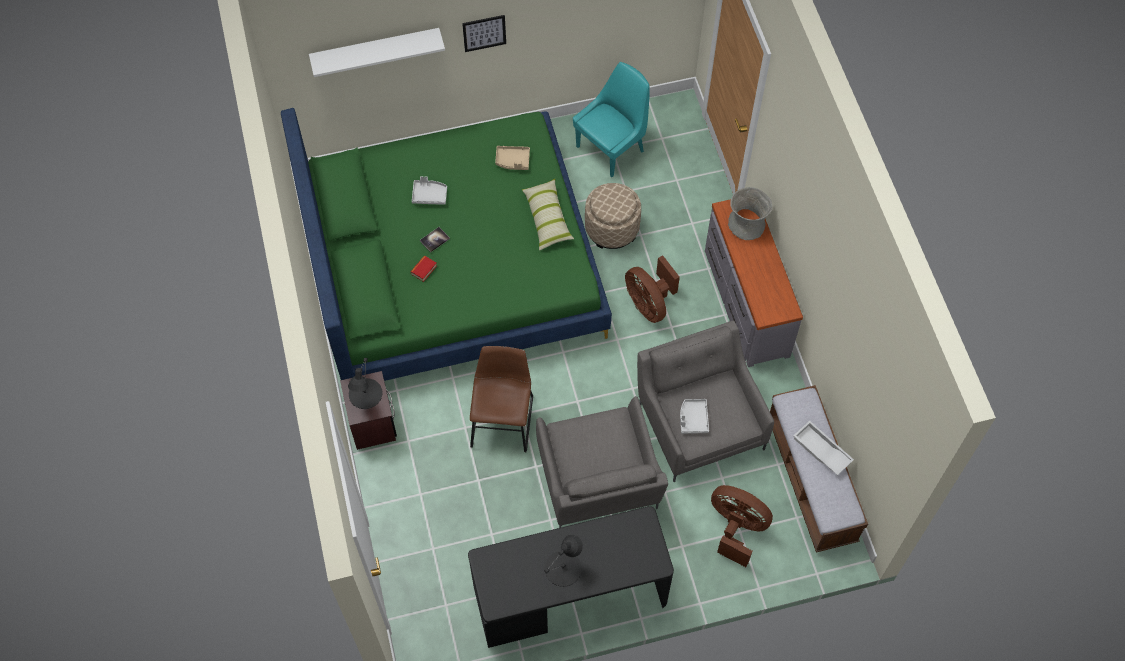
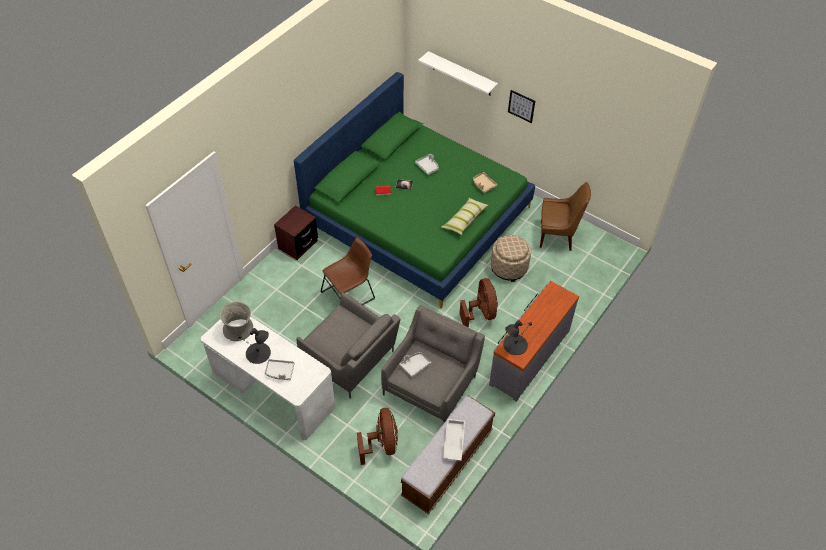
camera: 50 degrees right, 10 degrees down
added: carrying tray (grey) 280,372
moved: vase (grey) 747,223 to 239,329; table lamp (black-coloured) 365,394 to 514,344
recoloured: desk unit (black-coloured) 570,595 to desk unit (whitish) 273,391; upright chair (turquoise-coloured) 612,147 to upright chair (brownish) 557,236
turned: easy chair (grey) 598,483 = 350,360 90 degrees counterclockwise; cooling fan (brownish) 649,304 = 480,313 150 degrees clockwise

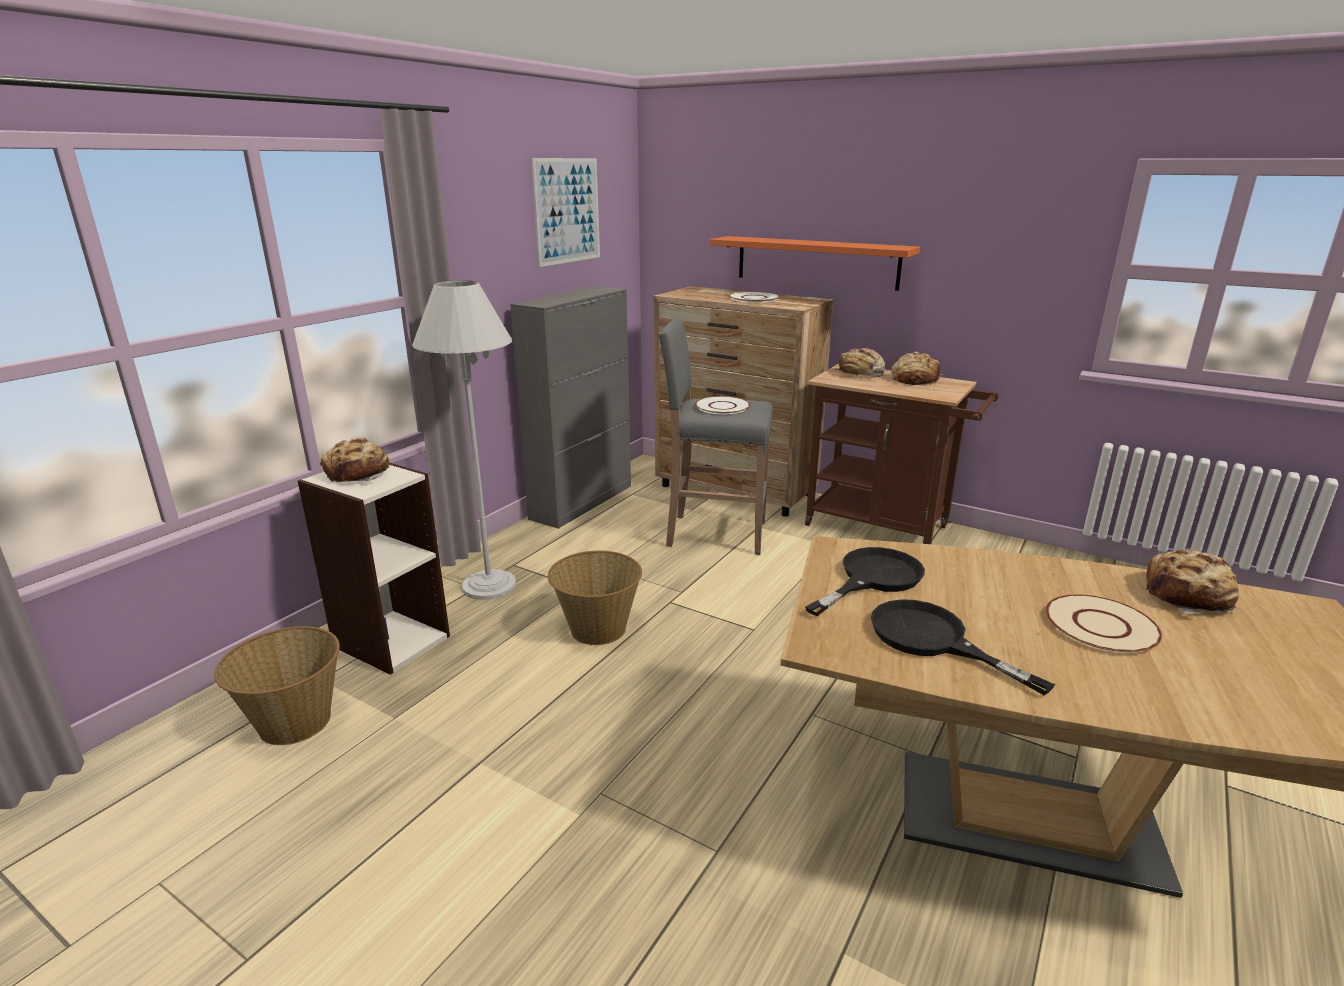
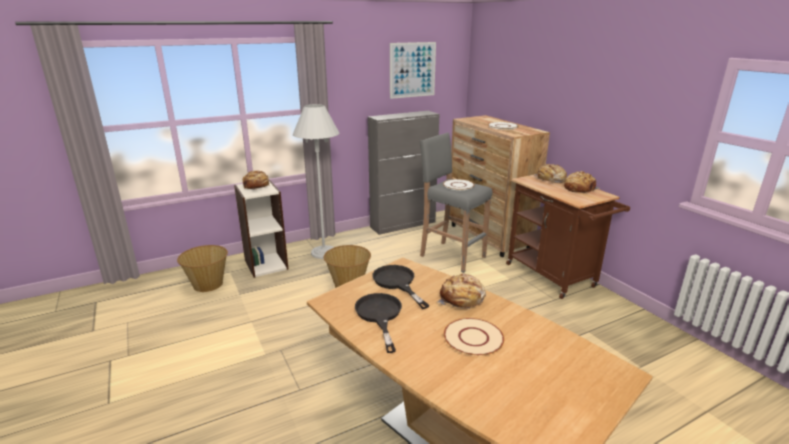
camera: 30 degrees right, 0 degrees up
removed: shelf (orange-coloured) 816,262
moved: baked bread 1189,596 to 462,299
turned: skillet (black-coloured) 872,578 = 397,283 105 degrees counterclockwise

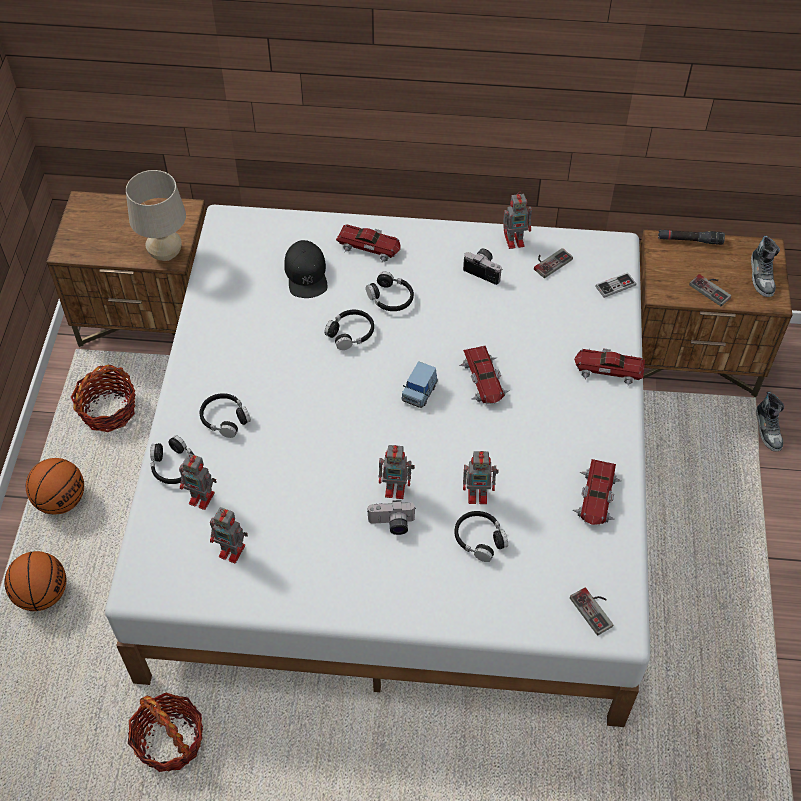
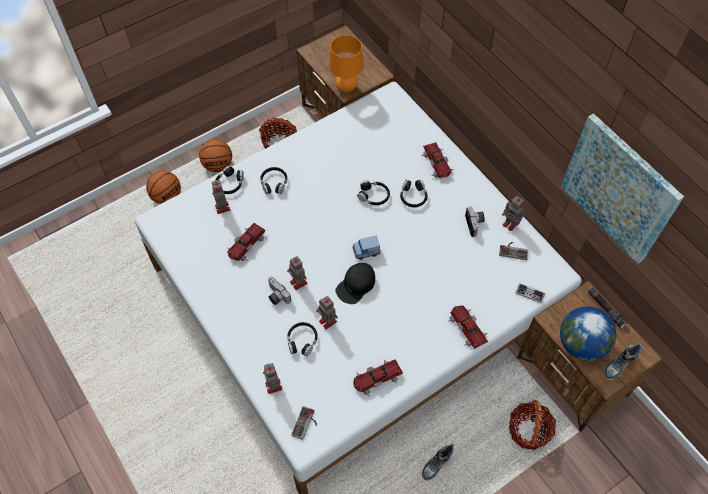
camera: 50 degrees right, 5 degrees up
added: picture 619,189
moved: toy car 484,380 to 246,245; toy robot 233,551 to 274,387; cap (black-coloured) 306,274 to 356,285; shoe 768,429 to 437,464; basket 170,741 to 528,430
replaced: game controller 712,288 to desk globe 581,344
recoloured: table lamp (beige) 166,254 to table lamp (orange-coloured) 346,88

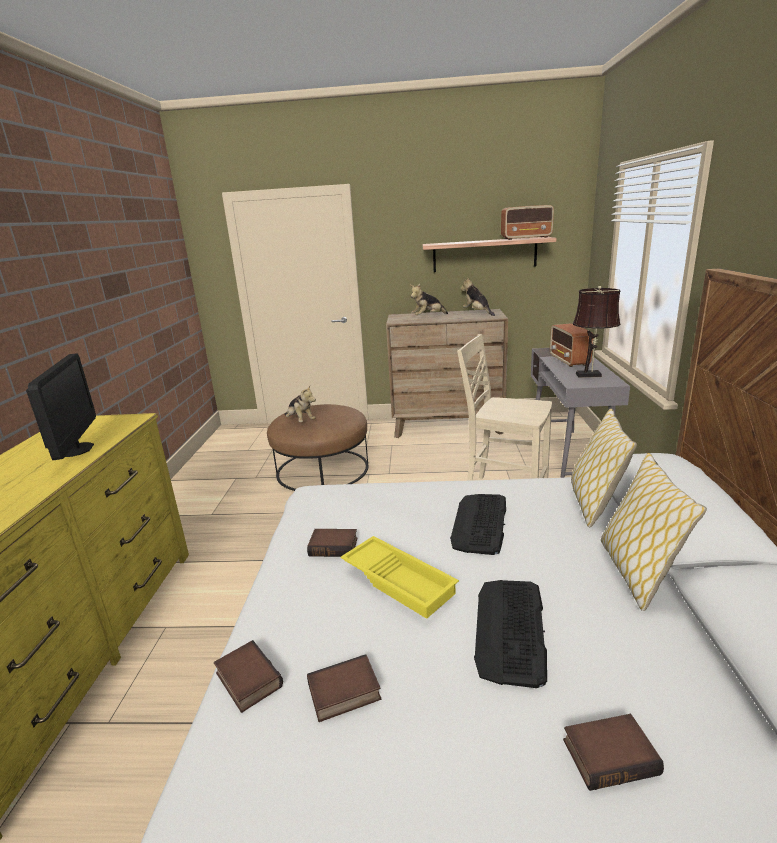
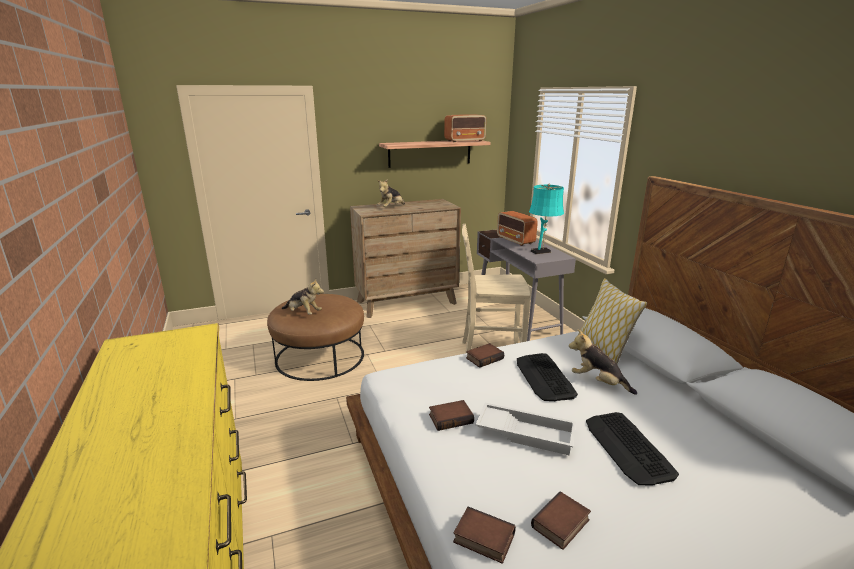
camera: 25 degrees left, 0 degrees up
removed: computer screen 76,449; pillow 637,572
moved: book 610,754 to 484,358; cuddly toy 477,313 to 598,382
recoloured: carrying tray (yellow) 400,580 to carrying tray (whitish) 526,432; table lamp (brownish) 591,375 to table lamp (turquoise-coloured) 542,251

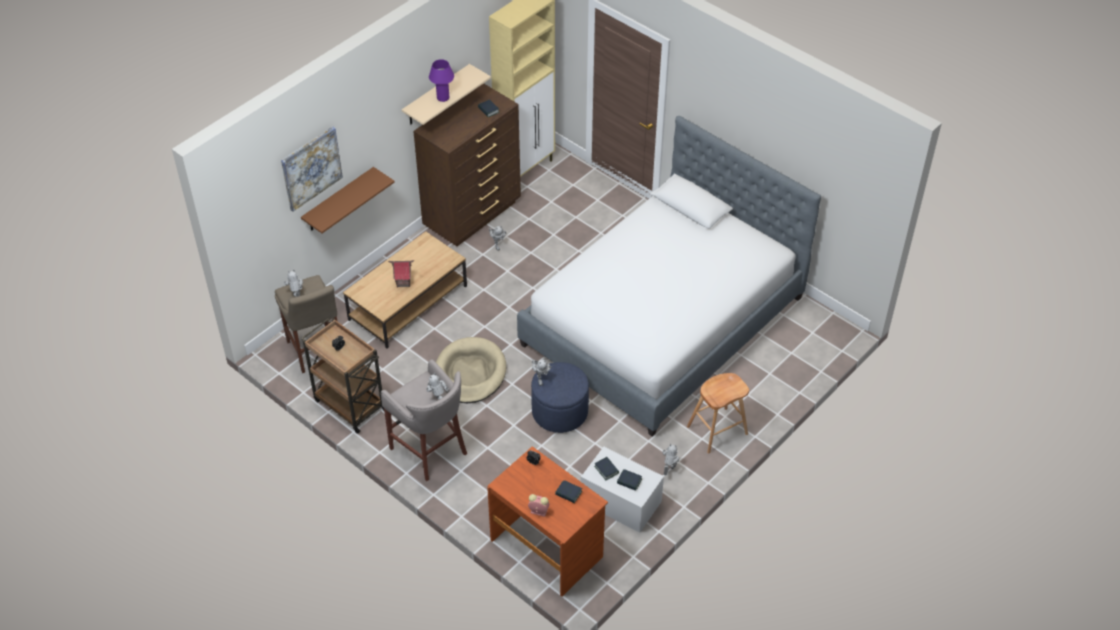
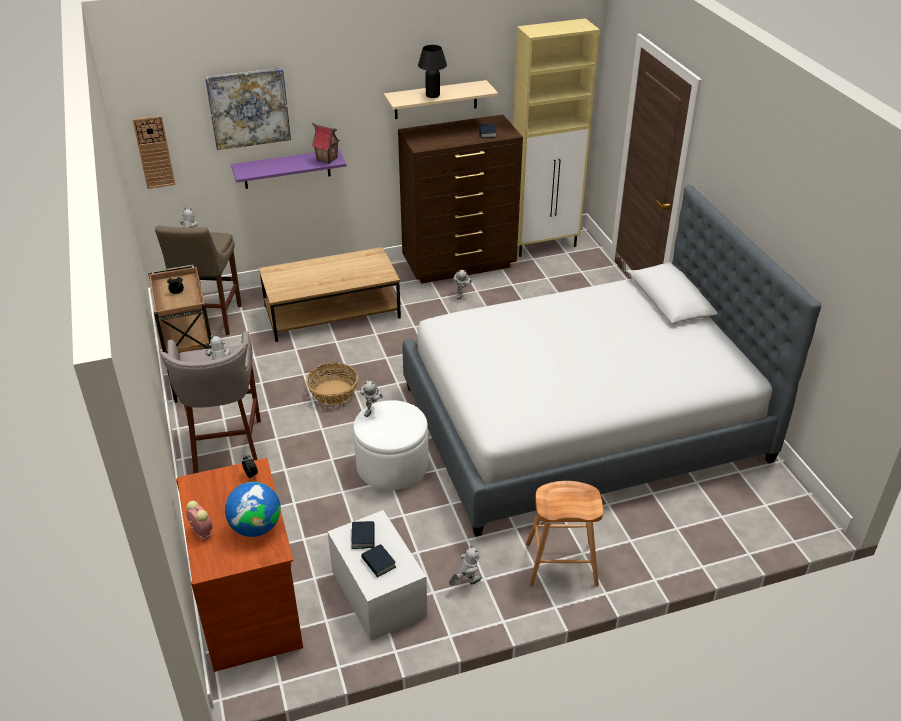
camera: 30 degrees right, 10 degrees down
added: wall clock 154,152
moved: toy house 403,282 to 327,159
replaced: book 568,493 to desk globe 256,527; dog bed (beige) 470,373 to basket 333,393
recoloured: shelf (brownish) 338,200 to shelf (purplish) 287,169; footrest (blue) 560,411 to footrest (whitish) 392,466; table lamp (purplish) 443,98 to table lamp (black-coloured) 432,95

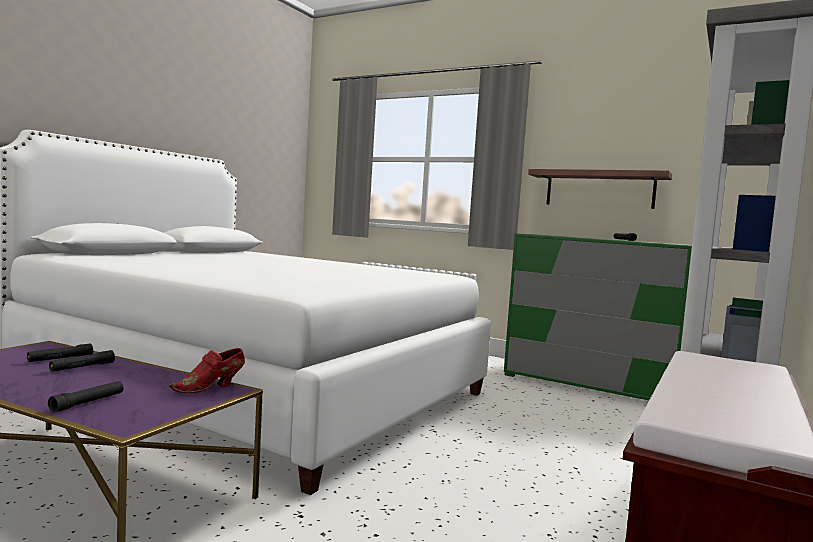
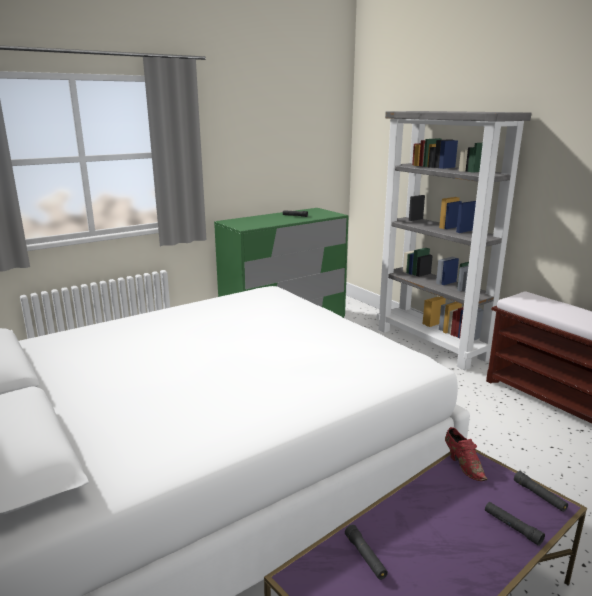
camera: 65 degrees left, 15 degrees up
removed: shelf 599,189
moved: torch (black-coloured) 82,367 to 539,496

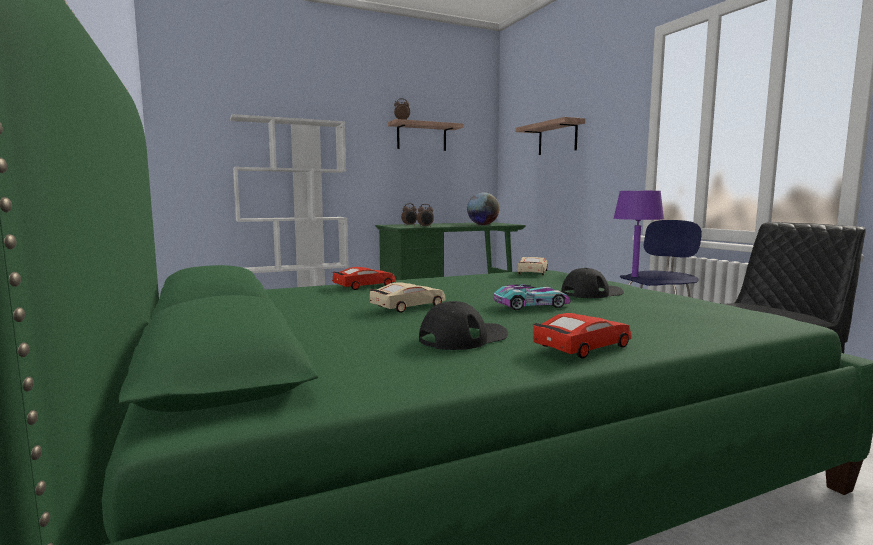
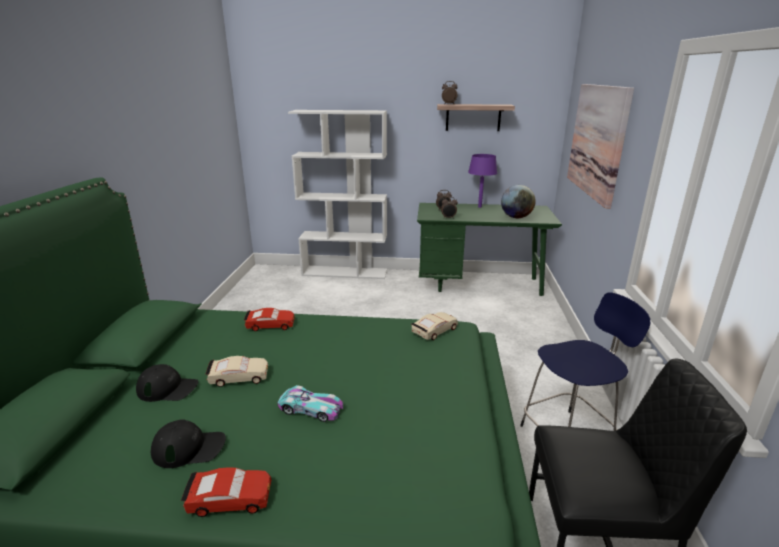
camera: 30 degrees right, 15 degrees up
moved: cap (black-coloured) 591,293 to 168,388; table lamp (purplish) 634,276 to 479,207
replaced: shelf 557,138 to picture 597,140

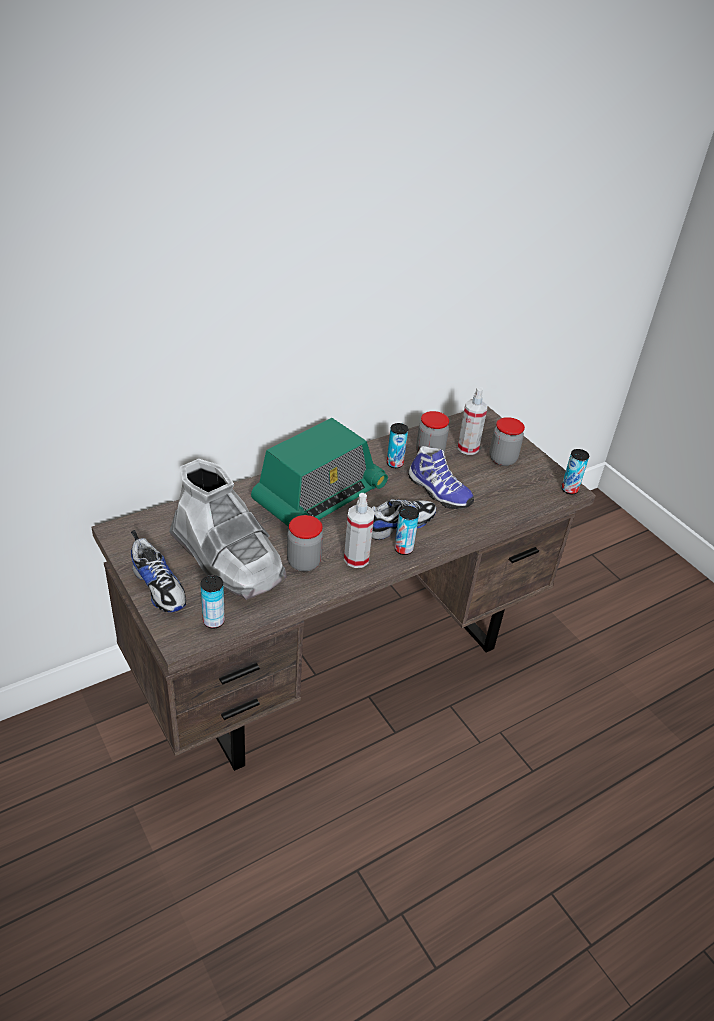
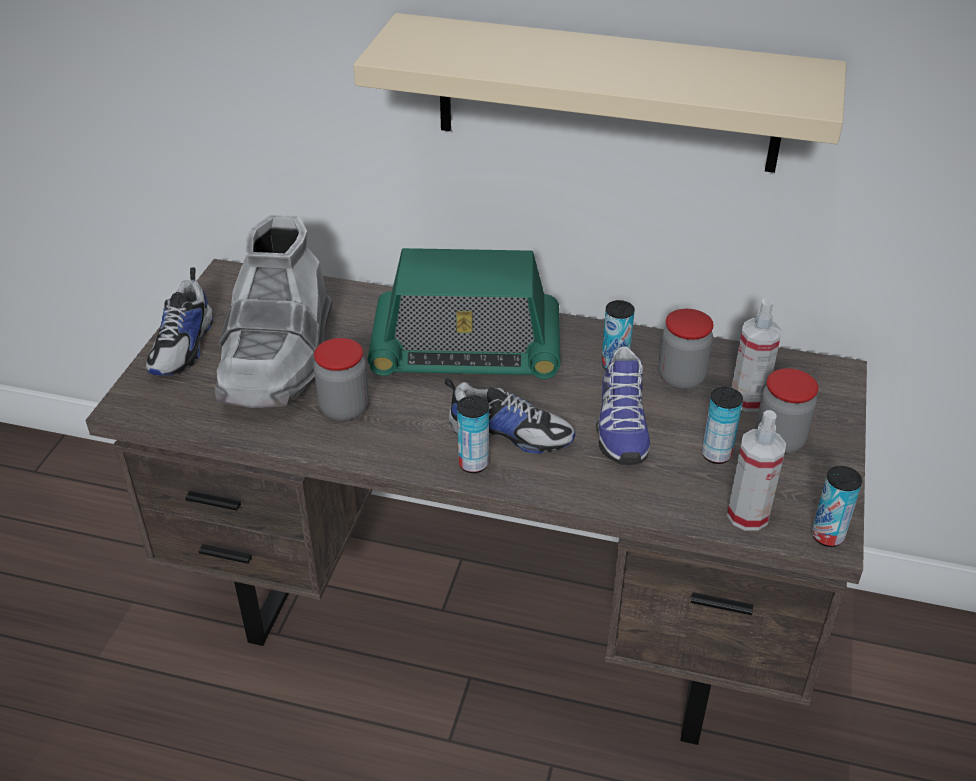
camera: 50 degrees right, 0 degrees up
added: shelf (beige) 607,94
moved: can 213,621 to 716,454; sprayer 356,559 to 748,515

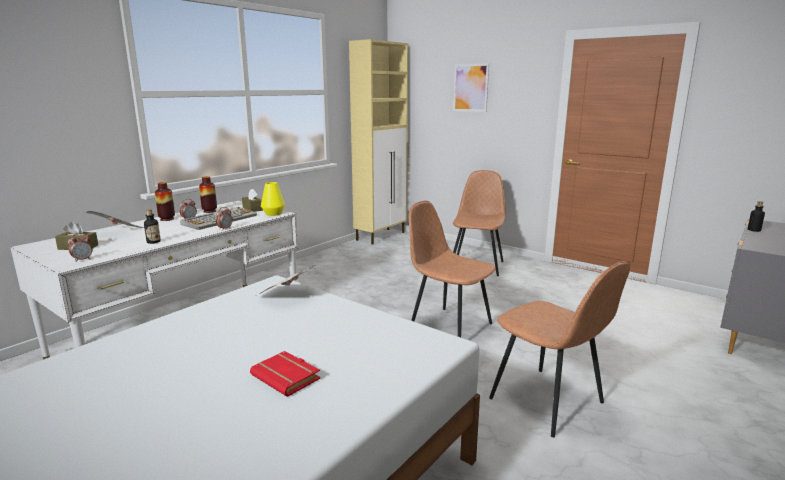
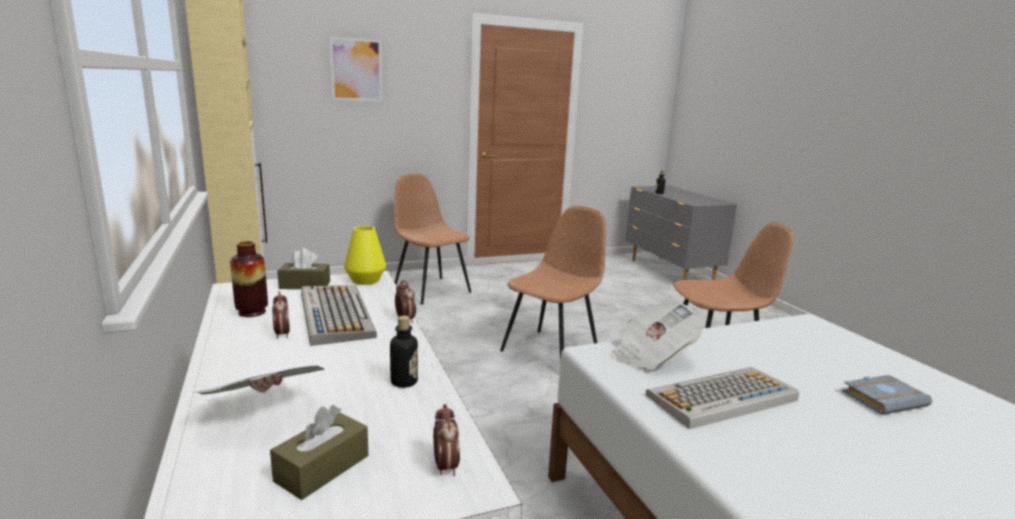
camera: 60 degrees left, 0 degrees up
removed: vase 167,219
added: keyboard 721,398
recoloured: book (reddish) 288,377 to book (grey) 883,398
turned: upright chair (brownish) 449,326 = 551,351 150 degrees clockwise

